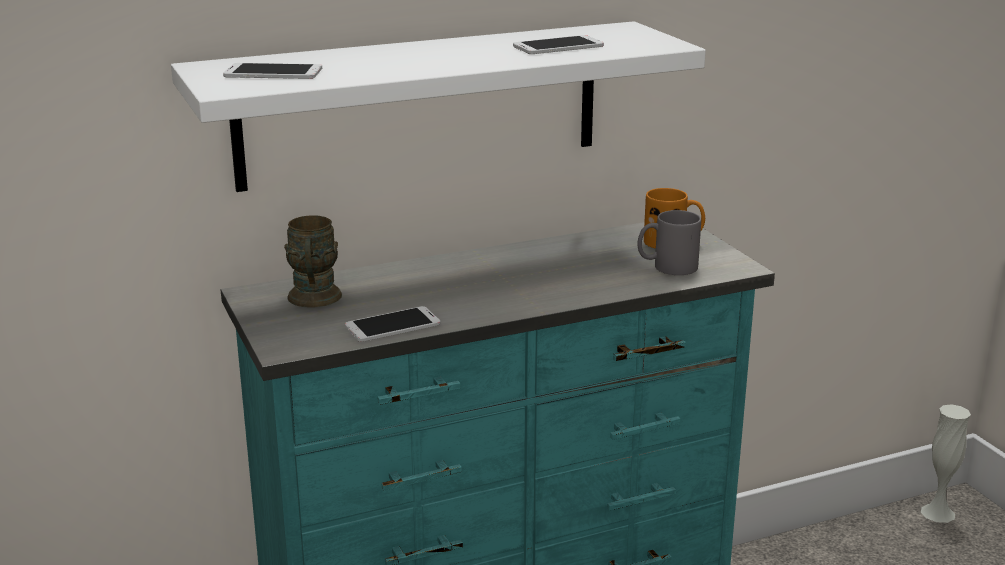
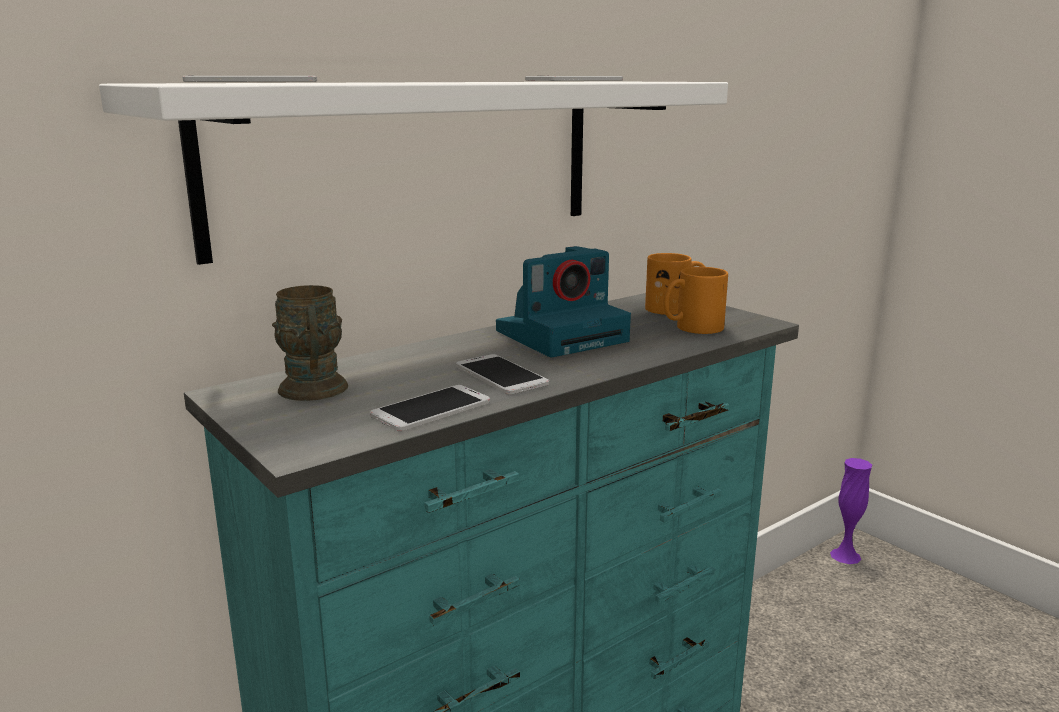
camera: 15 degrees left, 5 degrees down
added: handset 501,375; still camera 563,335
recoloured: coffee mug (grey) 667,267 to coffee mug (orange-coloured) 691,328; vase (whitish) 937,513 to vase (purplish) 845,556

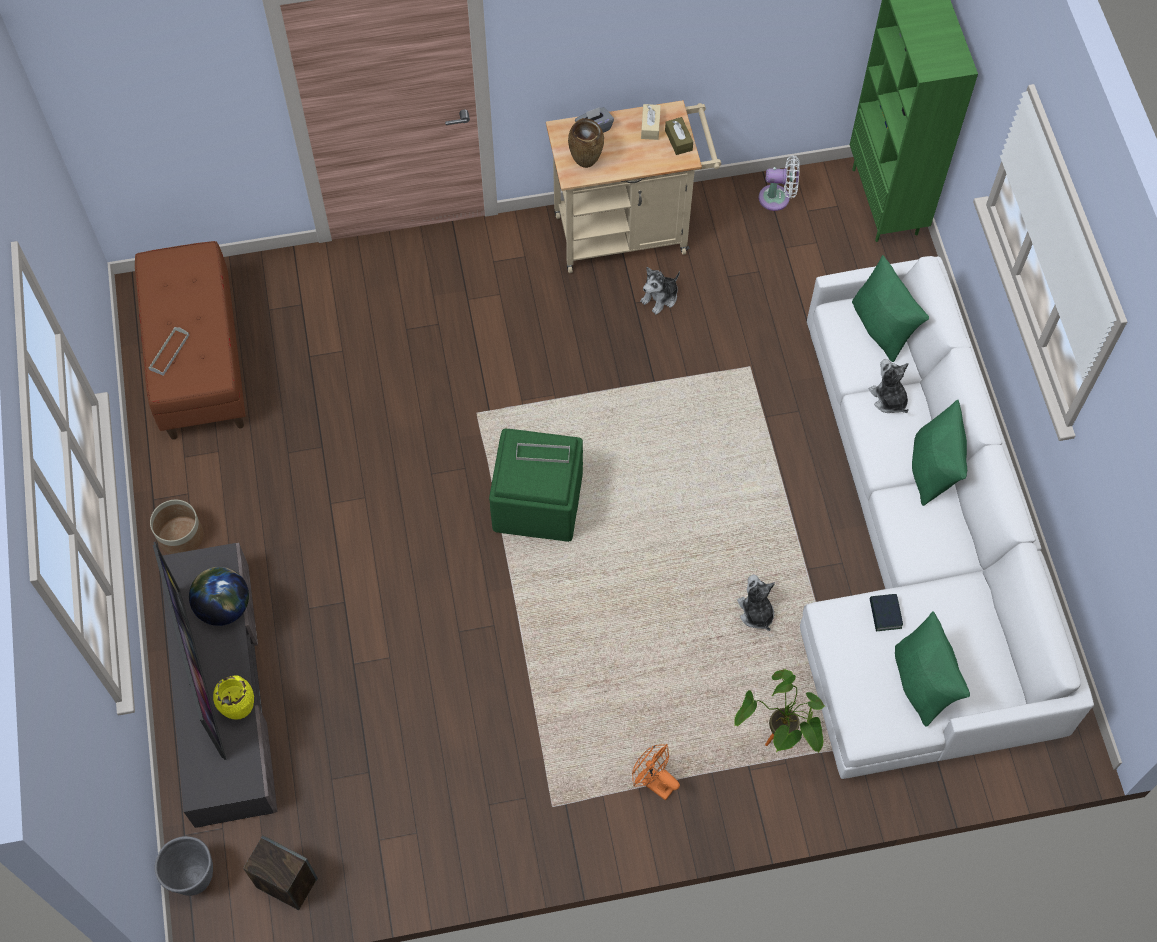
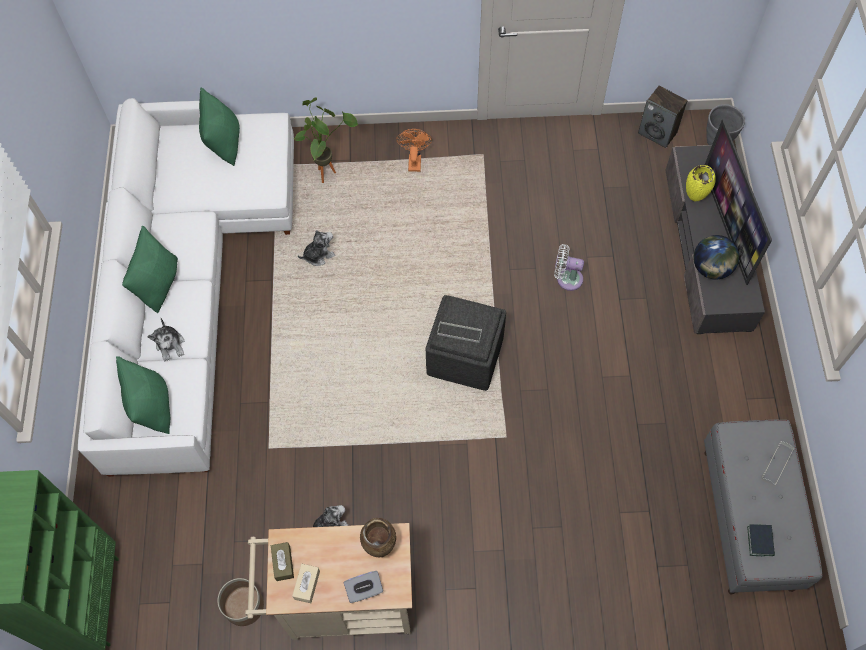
camera: 170 degrees left, 0 degrees up
moved: plant pot 181,536 to 244,606; cooling fan (whitish) 777,198 to 566,278; book 885,614 to 760,541
recoloured: footrest (greenish) 538,502 to footrest (grey) 464,355; bench (brownish) 199,362 to bench (grey) 748,519
turned: cuddly toy 756,612 = 318,255 105 degrees counterclockwise; cooling fan (orange-coloured) 653,782 = 414,160 135 degrees counterclockwise

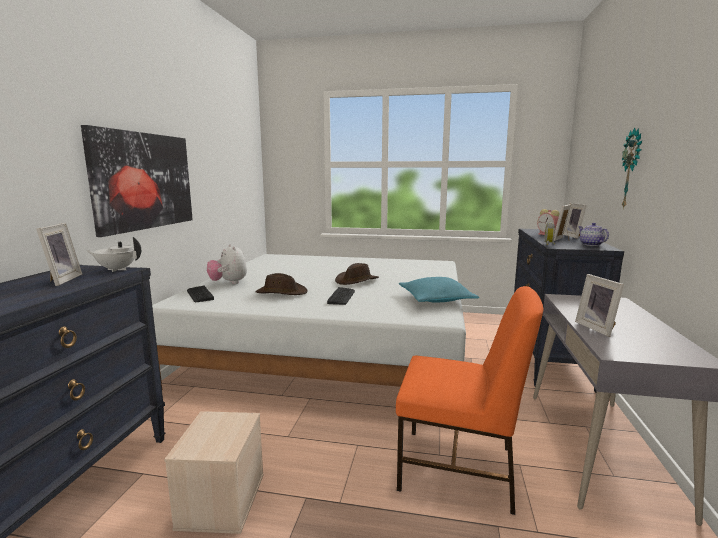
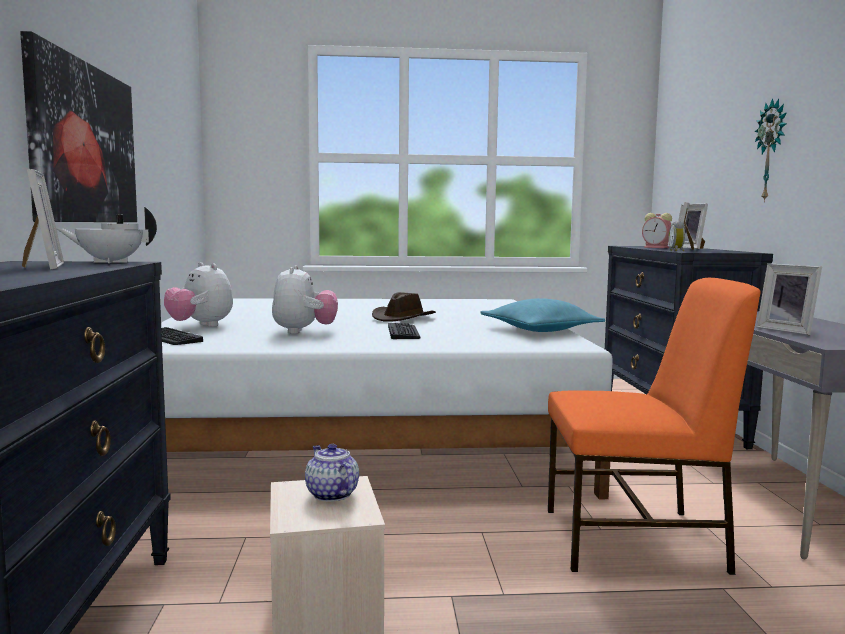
camera: 15 degrees left, 5 degrees down
moved: tea pot 590,244 to 331,494
replaced: wearable hat (brownish) 281,292 to cuddly toy 304,332

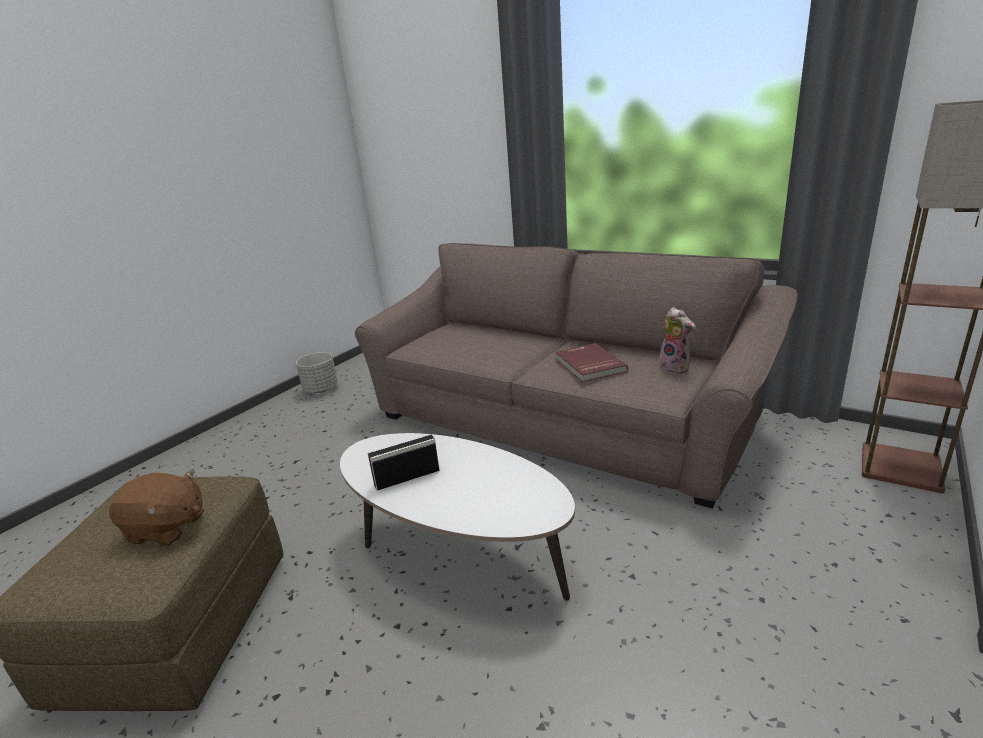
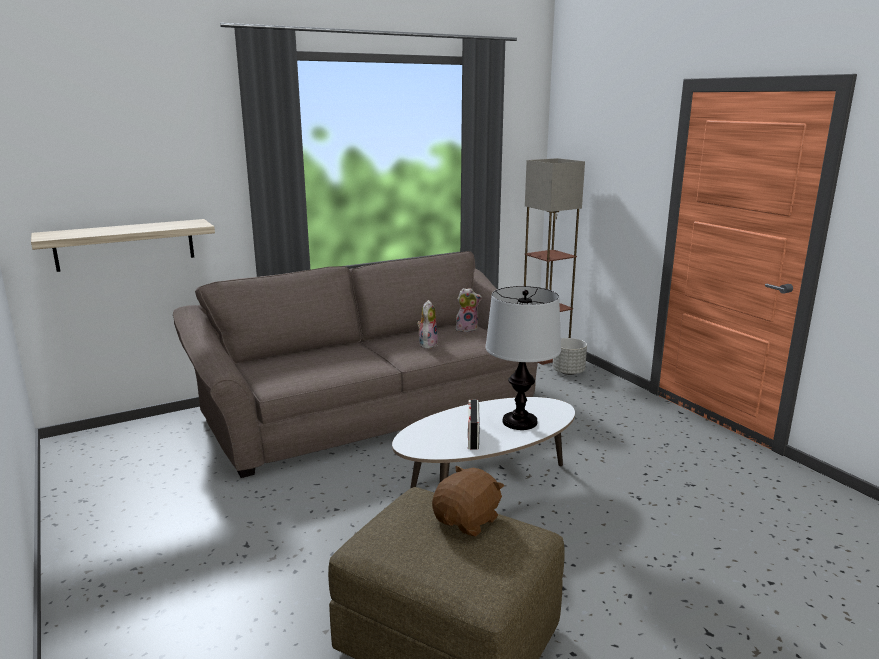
camera: 65 degrees left, 5 degrees down
added: shelf 125,244; table lamp 519,422
moved: plant pot (grey) 321,389 to 568,372
replaced: book (reddish) 588,365 to cuddly toy 427,344

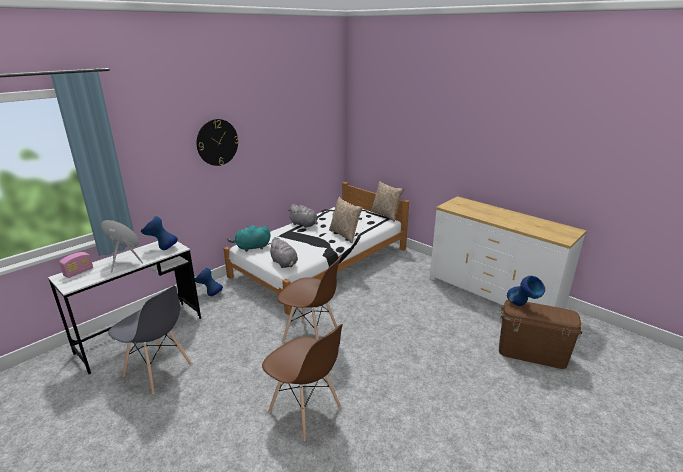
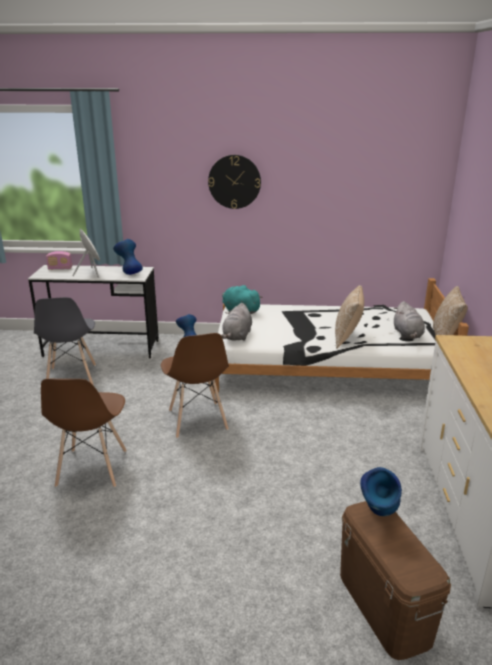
camera: 50 degrees right, 0 degrees up
moved: cuddly toy (grey) 304,225 to 407,334

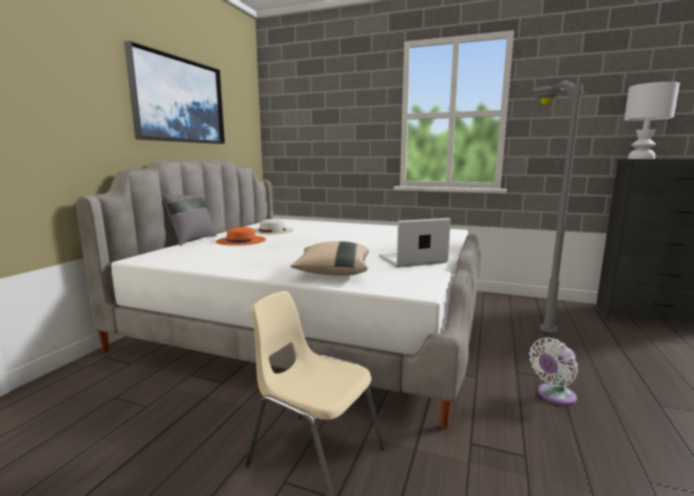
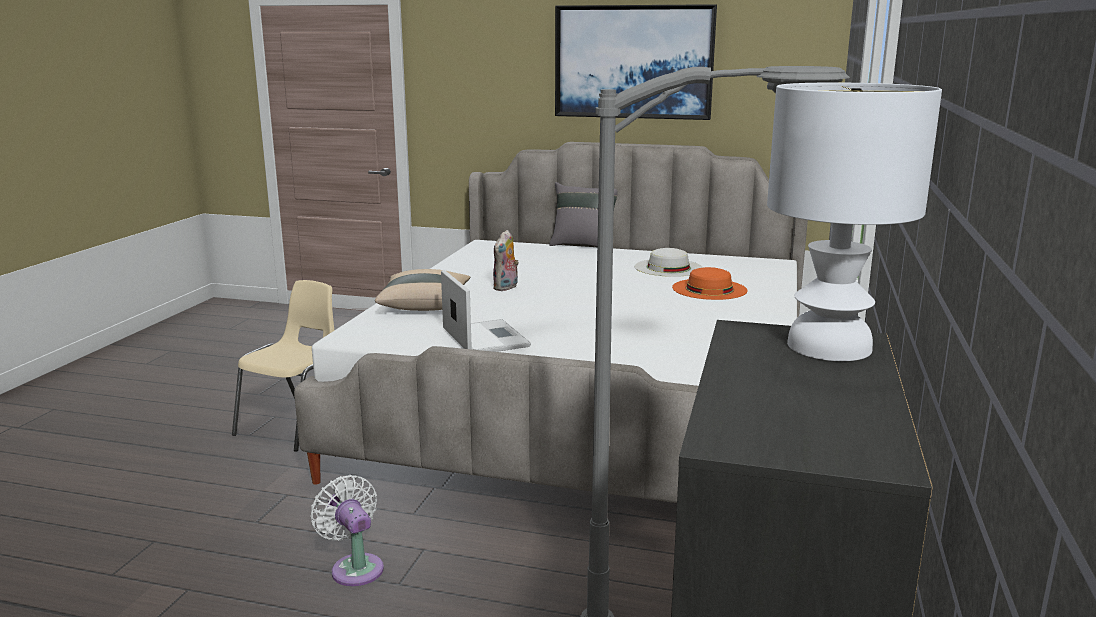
camera: 85 degrees right, 5 degrees up
added: cuddly toy 506,288
moved: wearable hat (orange-coloured) 241,240 to 709,289

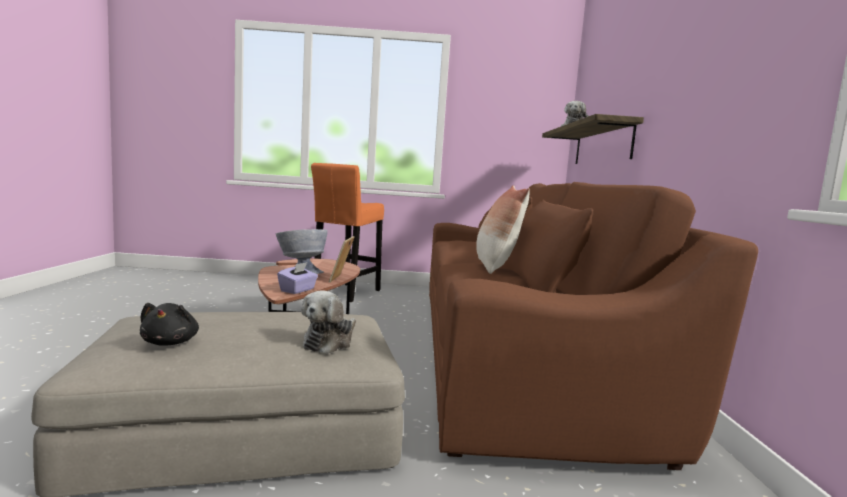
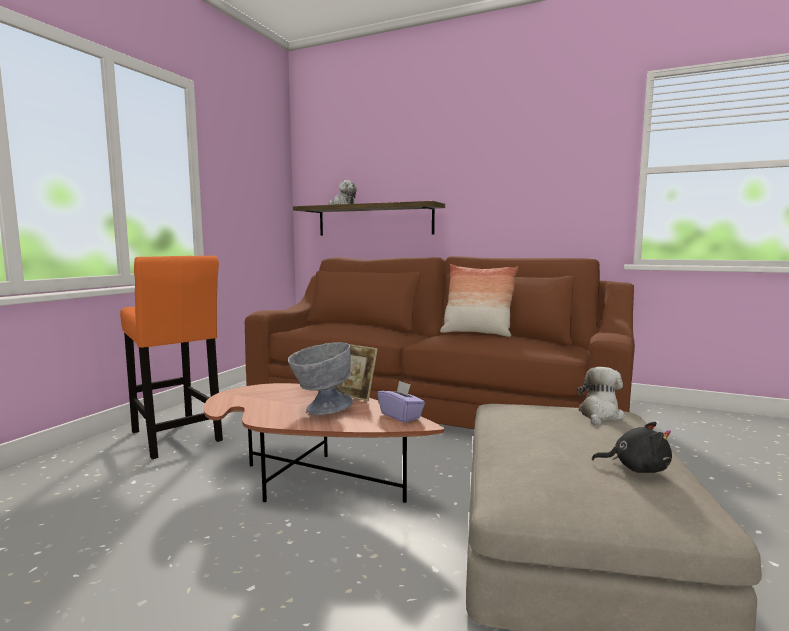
camera: 65 degrees left, 0 degrees up
turned: cuddly toy 330,342 = 599,415 105 degrees counterclockwise

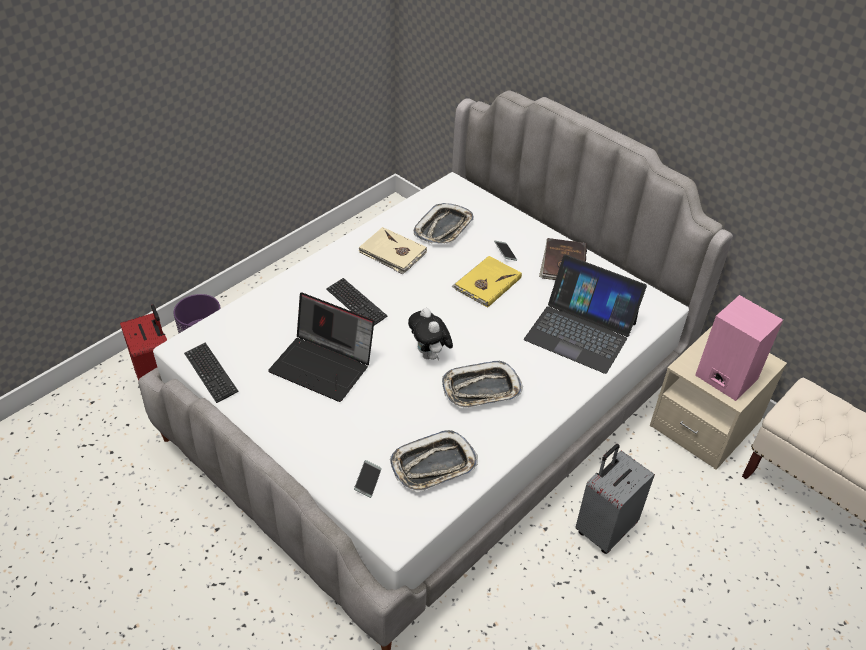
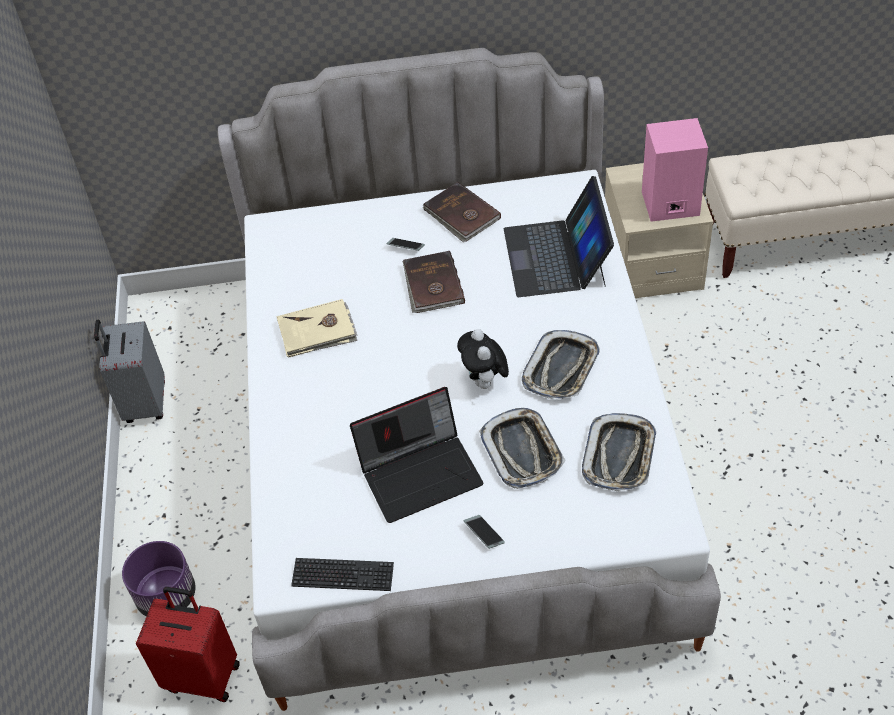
camera: 45 degrees left, 5 degrees up
removed: keyboard 356,304
moved: piece of luggage (grey) 604,528 to 144,403; handset 368,481 to 484,534; carrying tray 444,228 to 522,451
recoloured: book (yellow) 486,283 to book (brownish) 432,285
turned: cuddly toy 430,355 = 485,382 60 degrees clockwise; laptop 581,331 = 556,256 105 degrees clockwise

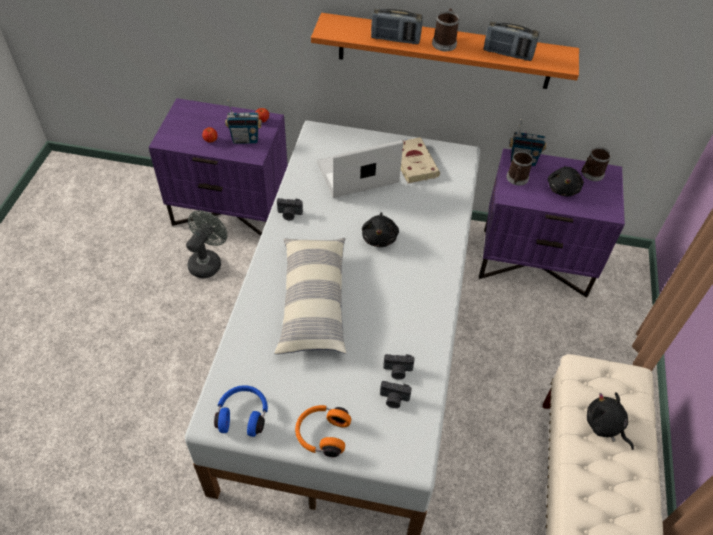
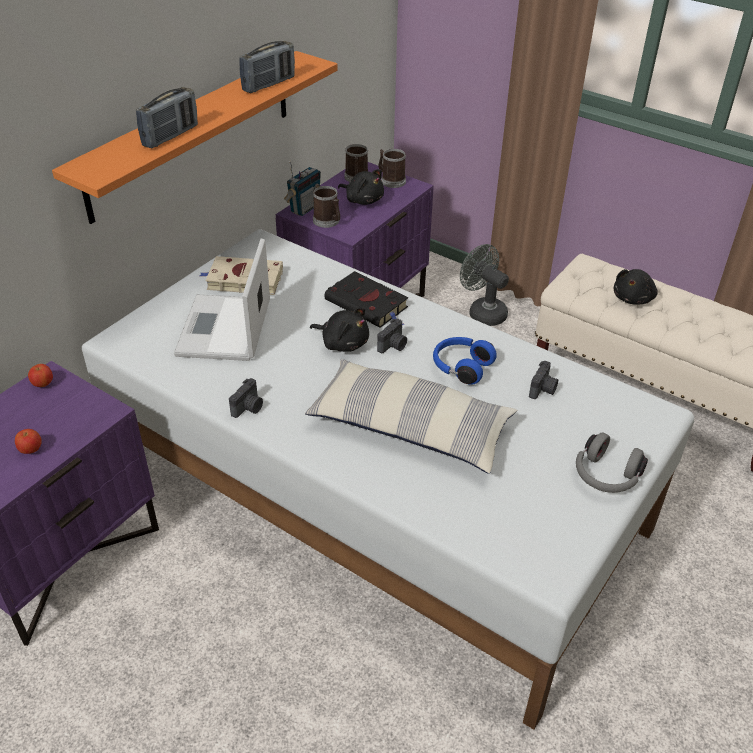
camera: 65 degrees left, 10 degrees down
removed: radio set 245,139
added: book (black-coloured) 368,305
moved: still camera 394,399 to 393,346; coffee mug 444,42 to 391,180; headphones (blue) 243,415 to 461,367; cooling fan (grey) 207,261 to 483,312
recoloured: headphones (orange-coloured) 322,434 to headphones (grey) 605,476
turned: cuddly toy (black-coloured) 605,426 = 633,298 45 degrees counterclockwise

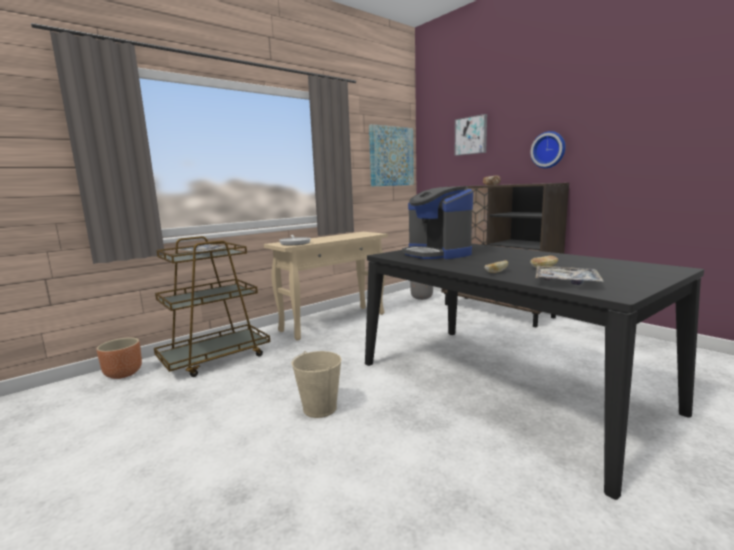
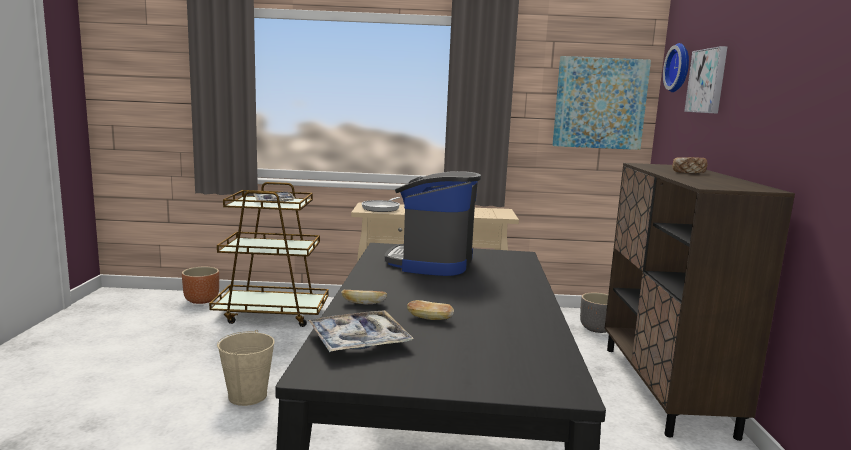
camera: 40 degrees right, 0 degrees up
moved: wall clock 549,150 to 680,68

